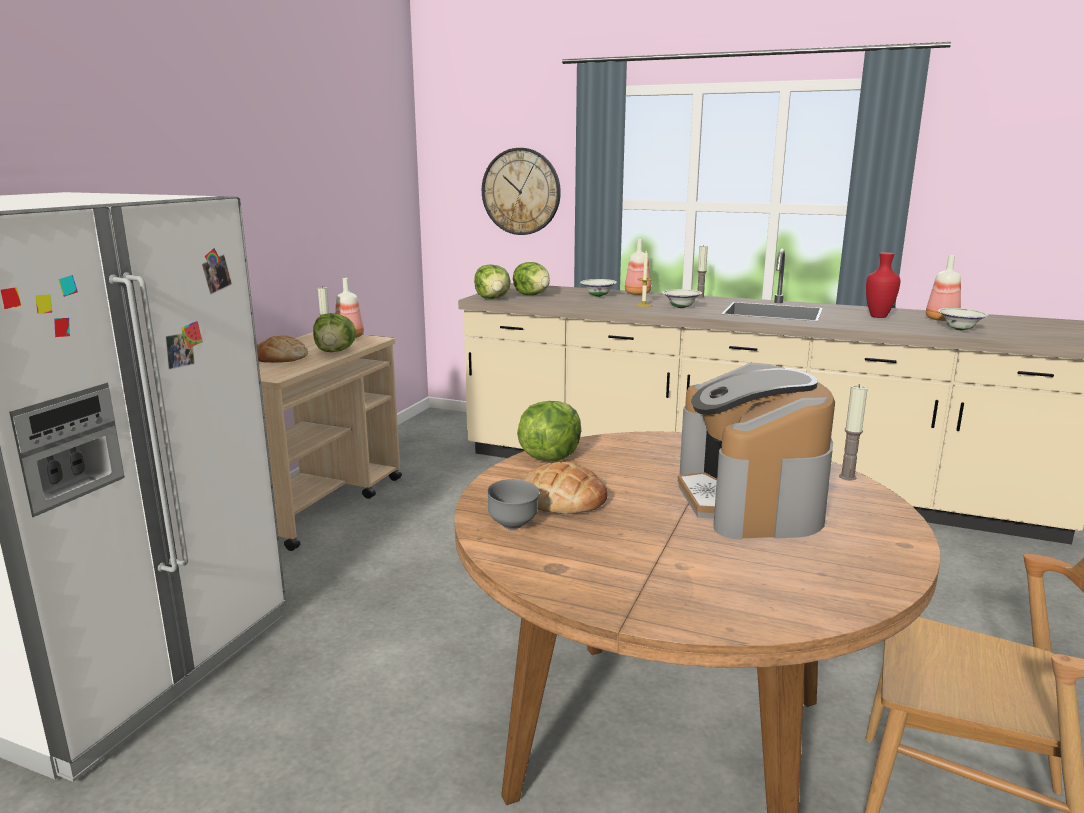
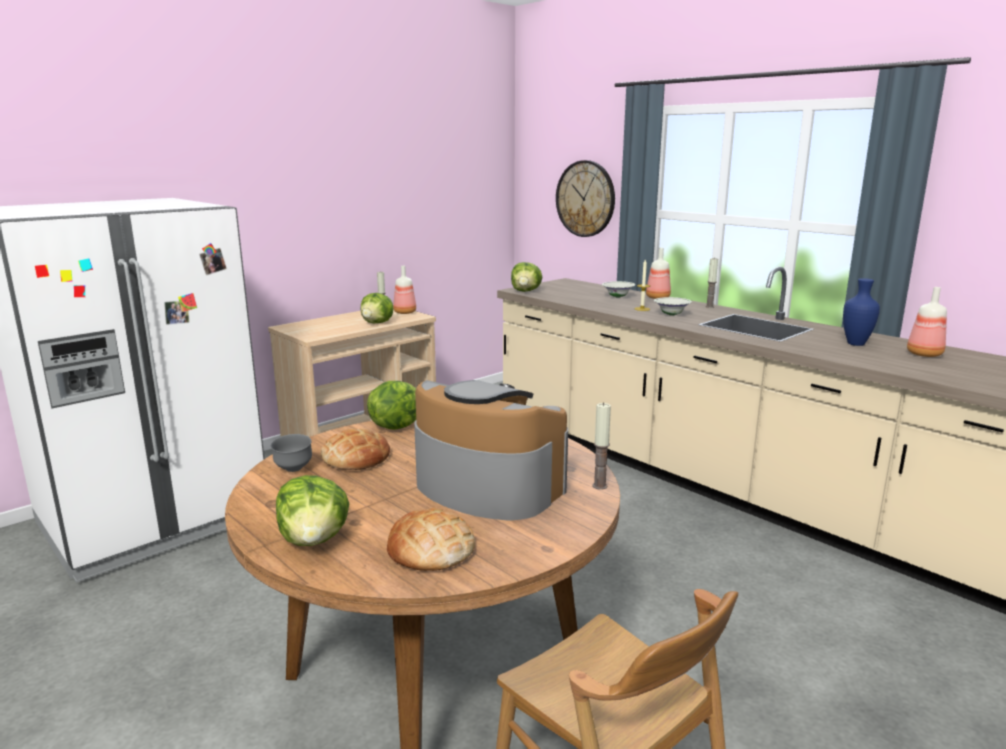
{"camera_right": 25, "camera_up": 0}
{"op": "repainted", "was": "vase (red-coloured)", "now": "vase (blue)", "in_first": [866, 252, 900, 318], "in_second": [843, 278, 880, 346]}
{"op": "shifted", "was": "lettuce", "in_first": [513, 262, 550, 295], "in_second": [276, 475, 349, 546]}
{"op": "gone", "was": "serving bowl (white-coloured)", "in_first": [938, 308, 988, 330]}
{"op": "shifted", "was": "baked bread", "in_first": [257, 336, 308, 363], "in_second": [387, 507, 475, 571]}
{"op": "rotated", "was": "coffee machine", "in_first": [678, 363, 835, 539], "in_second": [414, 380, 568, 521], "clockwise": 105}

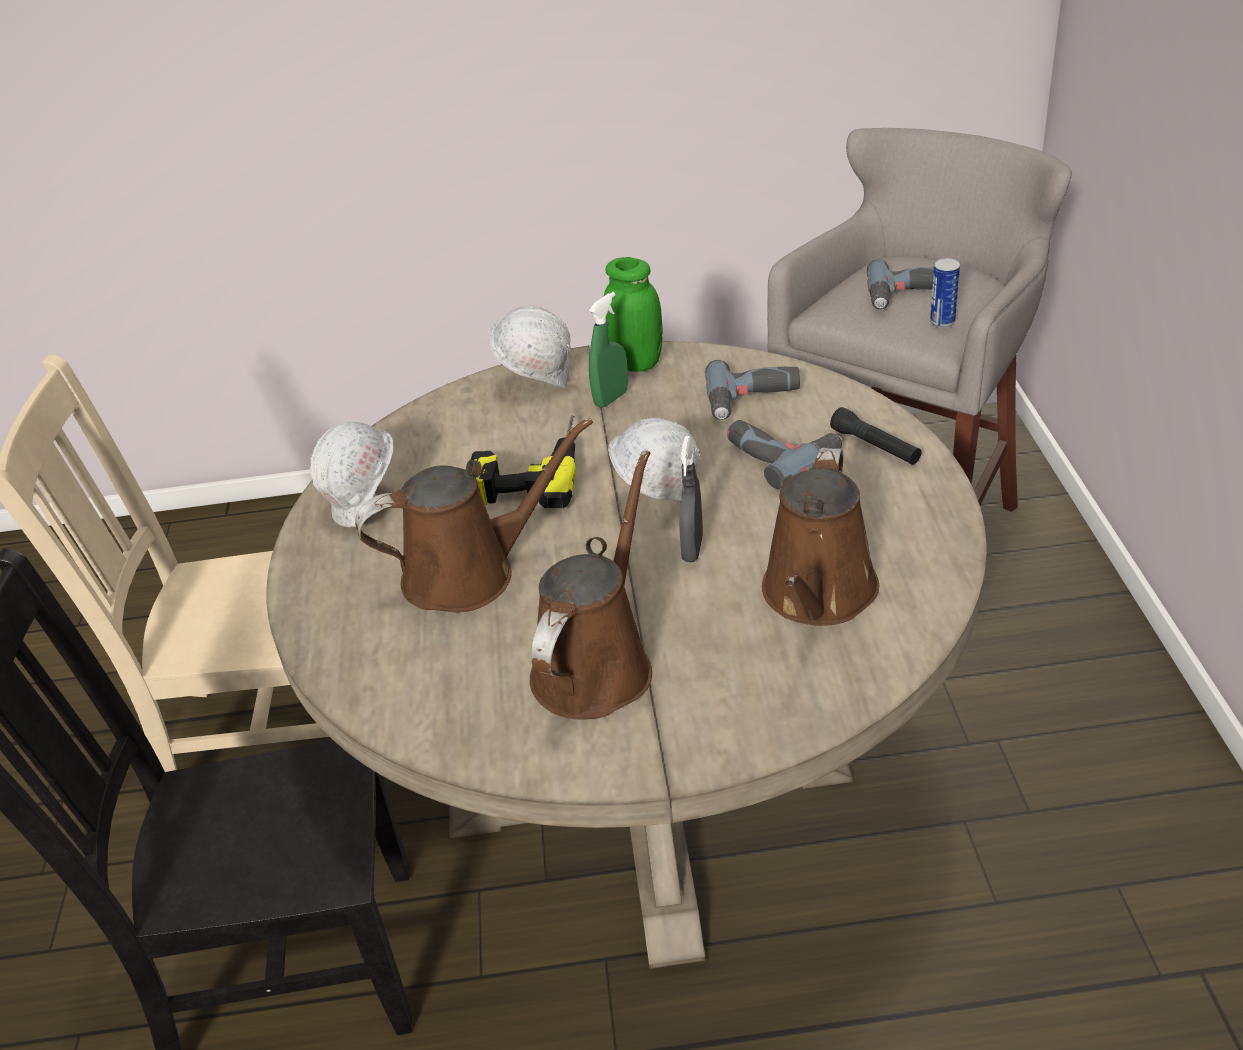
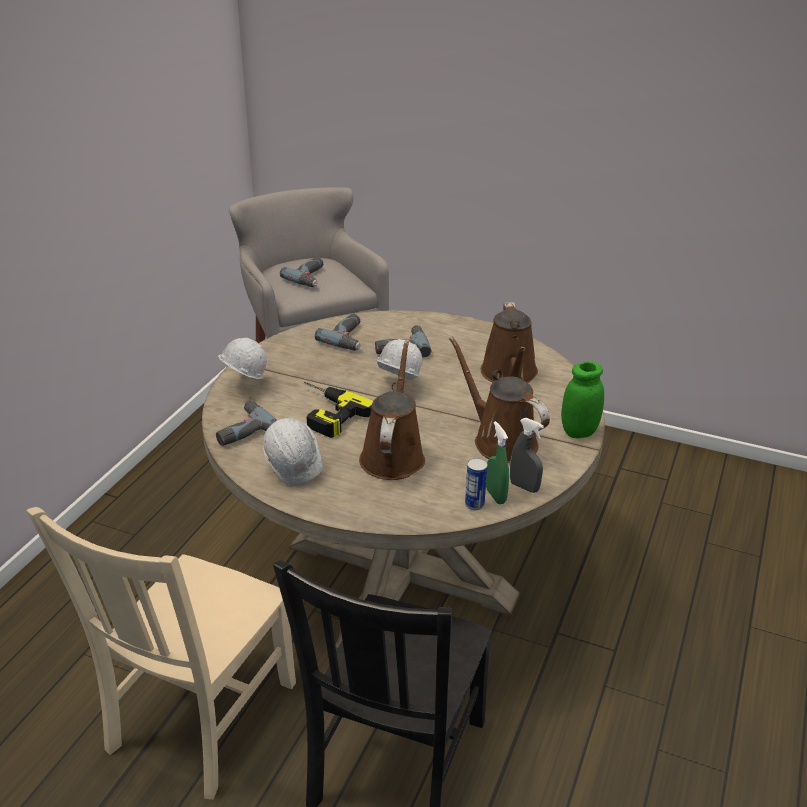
{"camera_right": -65, "camera_up": -5}
{"op": "shifted", "was": "jar (green-coloured)", "in_first": [604, 257, 663, 372], "in_second": [561, 362, 604, 438]}
{"op": "shifted", "was": "metal can", "in_first": [930, 258, 960, 328], "in_second": [465, 458, 487, 510]}
{"op": "shifted", "was": "spray bottle (green-coloured)", "in_first": [589, 292, 628, 408], "in_second": [486, 421, 509, 504]}
{"op": "gone", "was": "hand torch (blackish)", "in_first": [830, 407, 921, 465]}
{"op": "shifted", "was": "spray bottle (grey)", "in_first": [679, 436, 703, 562], "in_second": [510, 418, 544, 493]}
{"op": "rotated", "was": "watering pot (brown)", "in_first": [762, 448, 879, 626], "in_second": [481, 302, 538, 383], "clockwise": 45}
{"op": "new", "now": "power drill", "in_second": [216, 400, 277, 446]}

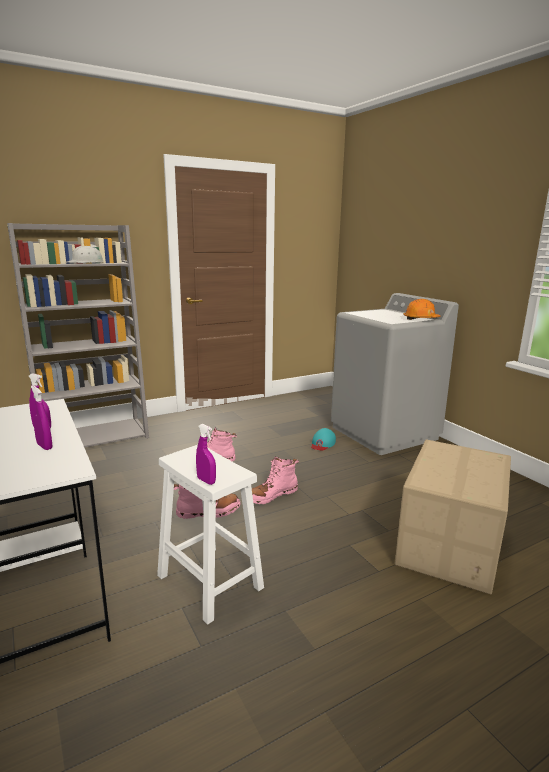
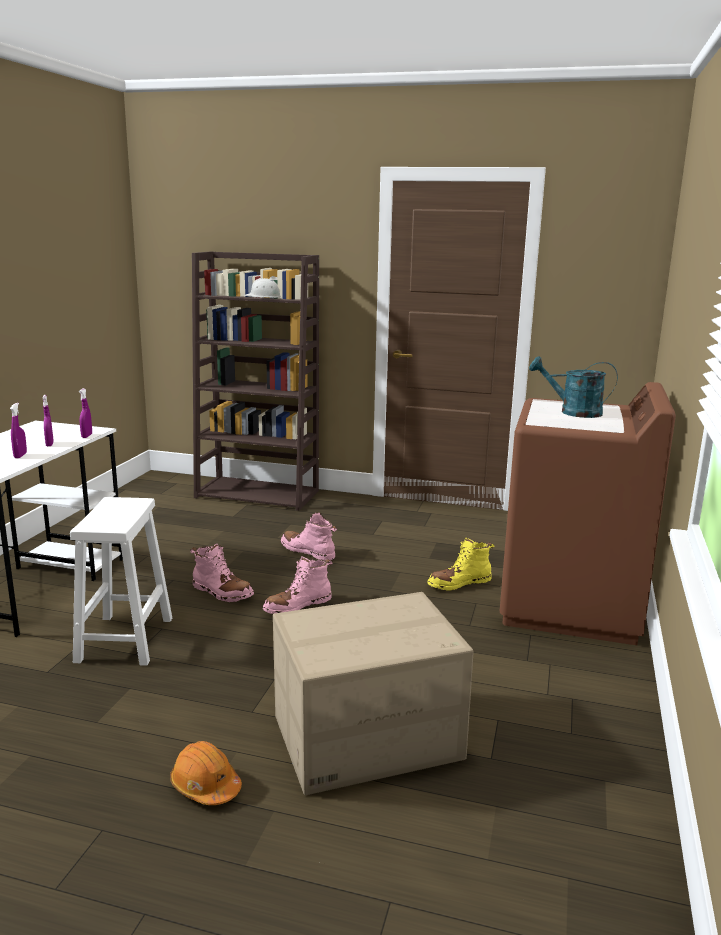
{"camera_right": 45, "camera_up": 0}
{"op": "repainted", "was": "shelving unit (grey)", "now": "shelving unit (brown)", "in_first": [7, 223, 149, 448], "in_second": [192, 251, 319, 511]}
{"op": "repainted", "was": "washing machine (grey)", "now": "washing machine (brown)", "in_first": [331, 293, 459, 455], "in_second": [500, 382, 676, 645]}
{"op": "shifted", "was": "safety helmet (orangey)", "in_first": [403, 299, 441, 320], "in_second": [170, 741, 242, 805]}
{"op": "shifted", "was": "spray bottle (purplish)", "in_first": [196, 424, 216, 485], "in_second": [79, 388, 92, 438]}
{"op": "swapped", "was": "cap (blue-green)", "now": "high-top boot (yellow)", "in_first": [311, 428, 336, 450], "in_second": [427, 537, 494, 591]}
{"op": "rotated", "was": "high-top boot (pink)", "in_first": [252, 457, 299, 504], "in_second": [263, 556, 333, 614], "clockwise": -45}
{"op": "new", "now": "watering pot (blue-green)", "in_second": [529, 356, 618, 418]}

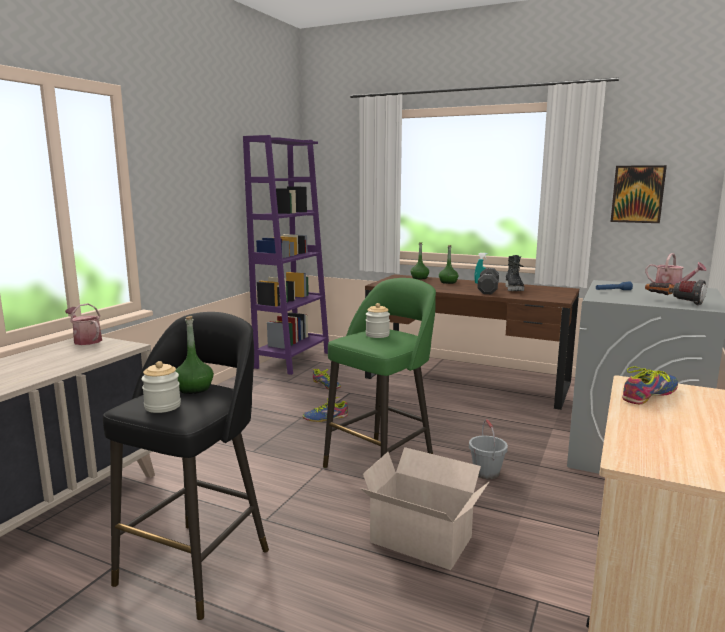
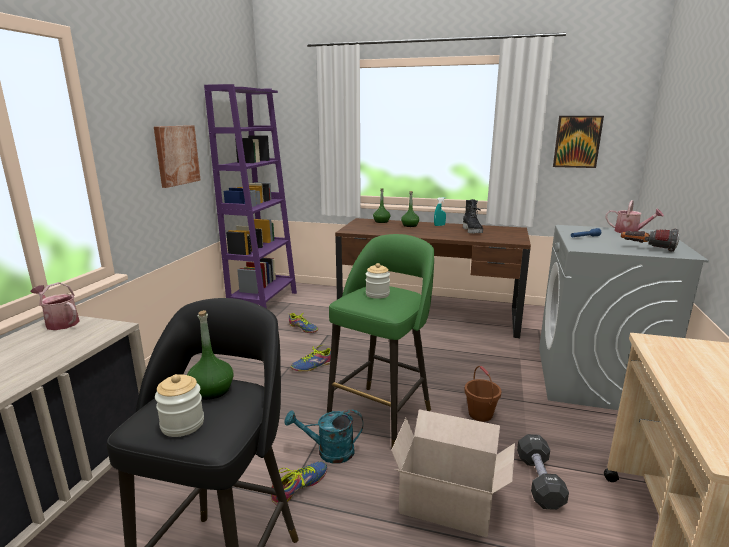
{"camera_right": -10, "camera_up": 5}
{"op": "shifted", "was": "free weight (blackish)", "in_first": [477, 268, 499, 294], "in_second": [517, 434, 569, 510]}
{"op": "shifted", "was": "shoe", "in_first": [622, 366, 678, 404], "in_second": [271, 461, 328, 505]}
{"op": "repainted", "was": "water bucket (grey)", "now": "water bucket (brown)", "in_first": [469, 419, 508, 479], "in_second": [464, 366, 502, 422]}
{"op": "new", "now": "wall art", "in_second": [154, 125, 201, 188]}
{"op": "new", "now": "watering pot (blue-green)", "in_second": [285, 410, 363, 464]}

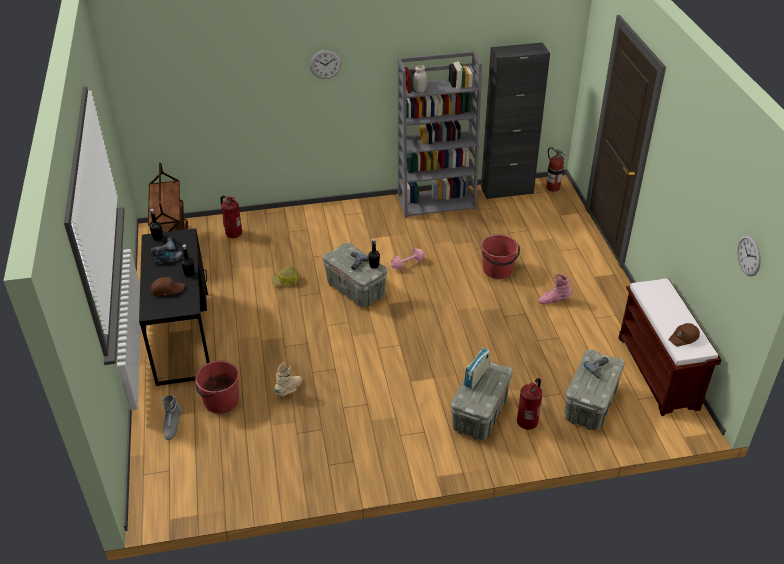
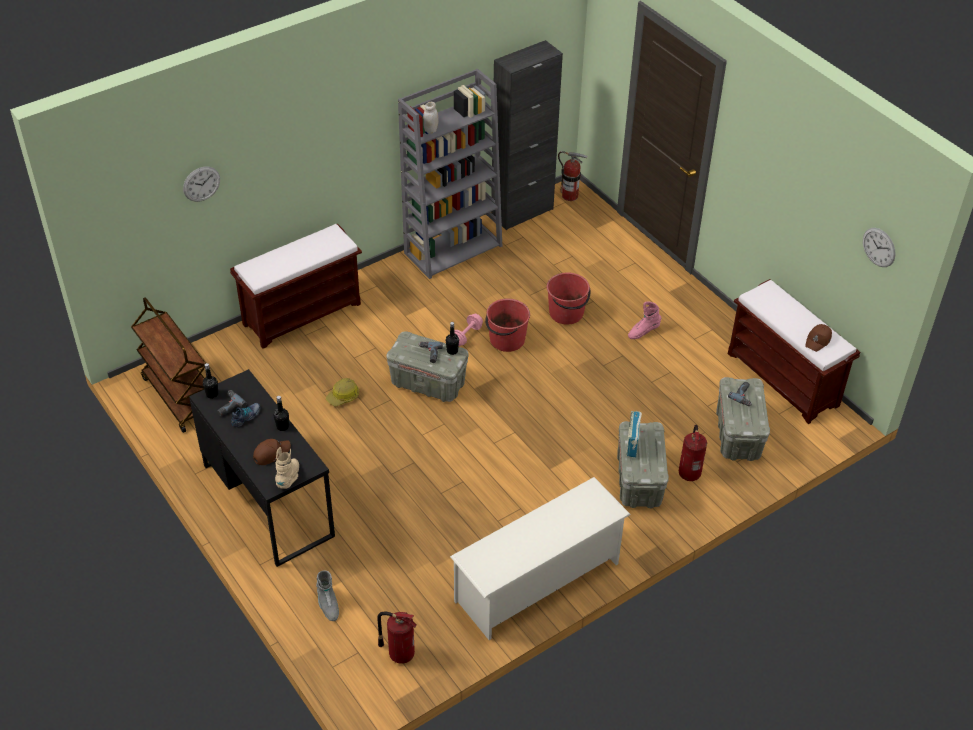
{"camera_right": -25, "camera_up": 5}
{"op": "shifted", "was": "hanging clock", "in_first": [310, 50, 341, 79], "in_second": [183, 167, 220, 202]}
{"op": "shifted", "was": "extinguisher", "in_first": [220, 196, 242, 238], "in_second": [377, 612, 417, 664]}
{"op": "shifted", "was": "water bucket (red-coloured)", "in_first": [195, 360, 239, 414], "in_second": [485, 299, 530, 352]}
{"op": "shifted", "was": "high-top boot (beige)", "in_first": [274, 362, 302, 396], "in_second": [275, 447, 299, 489]}
{"op": "new", "now": "indoor bench (brown)", "in_second": [230, 224, 362, 349]}
{"op": "new", "now": "shoe stand (white-coloured)", "in_second": [450, 477, 631, 640]}

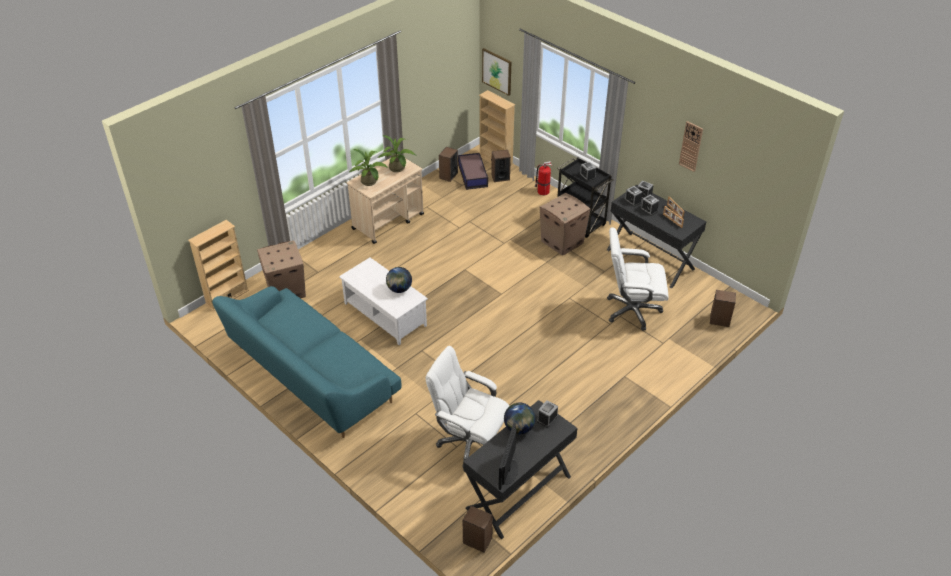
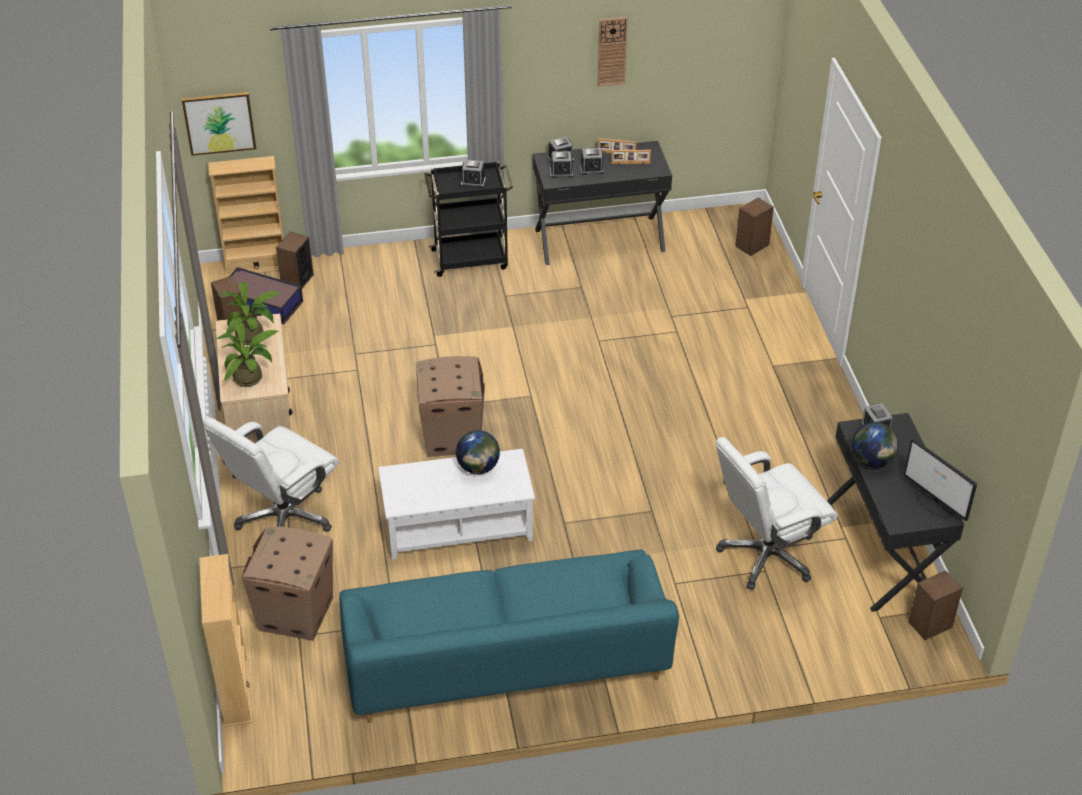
{"camera_right": -55, "camera_up": 0}
{"op": "gone", "was": "extinguisher", "in_first": [535, 161, 552, 195]}
{"op": "shifted", "was": "cardboard box", "in_first": [540, 193, 591, 256], "in_second": [416, 356, 485, 457]}
{"op": "shifted", "was": "computer chair (white-coloured)", "in_first": [607, 227, 669, 331], "in_second": [203, 417, 339, 532]}

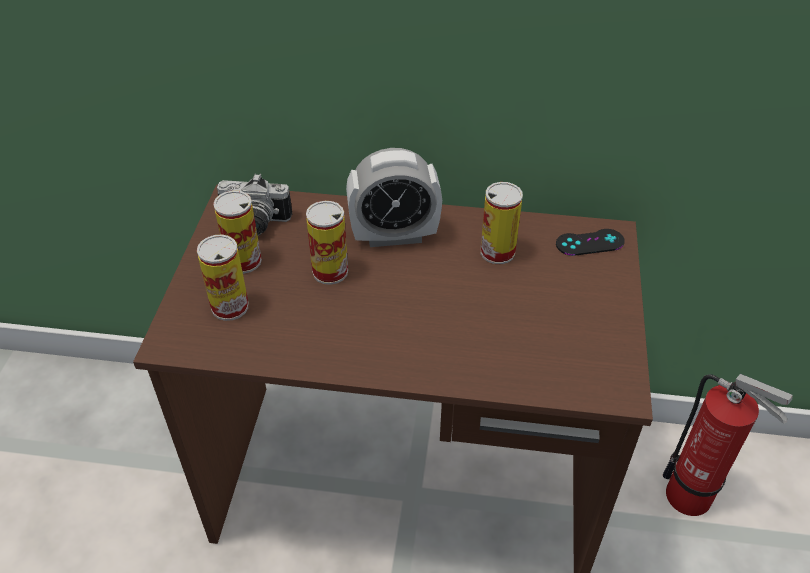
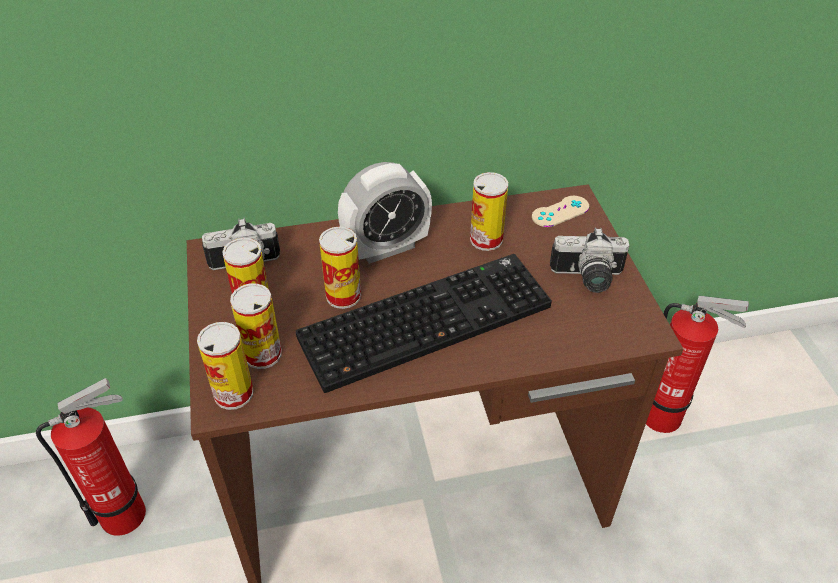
{"camera_right": -20, "camera_up": 0}
{"op": "repainted", "was": "gamepad (blackish)", "now": "gamepad (beige)", "in_first": [556, 229, 625, 256], "in_second": [532, 196, 589, 227]}
{"op": "new", "now": "still camera", "in_second": [550, 228, 629, 293]}
{"op": "new", "now": "computer keyboard", "in_second": [296, 254, 552, 393]}
{"op": "new", "now": "metal can", "in_second": [197, 322, 254, 410]}
{"op": "new", "now": "extinguisher", "in_second": [36, 378, 146, 536]}

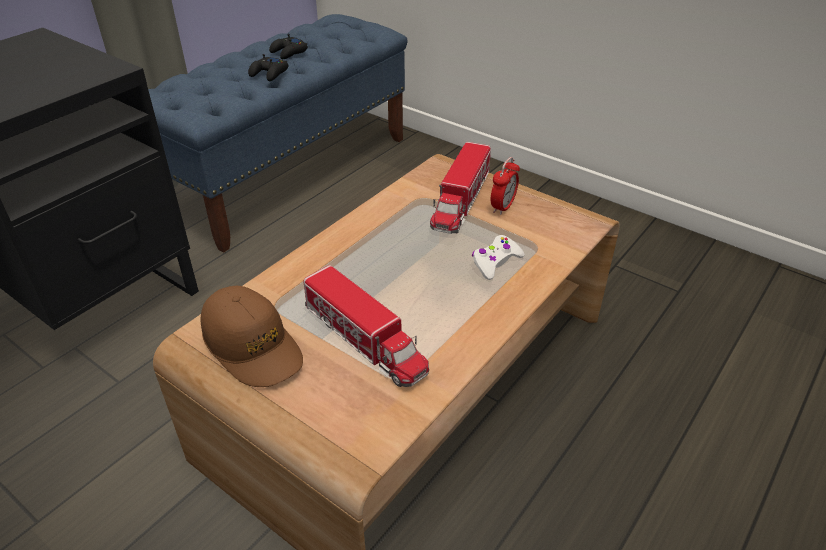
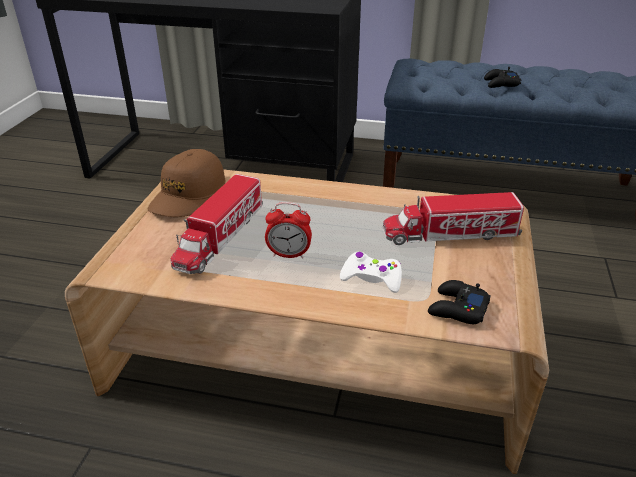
{"camera_right": 65, "camera_up": -5}
{"op": "shifted", "was": "gamepad (blackish)", "in_first": [269, 34, 308, 59], "in_second": [428, 280, 491, 324]}
{"op": "shifted", "was": "bedside clock", "in_first": [491, 157, 520, 215], "in_second": [265, 202, 312, 258]}

